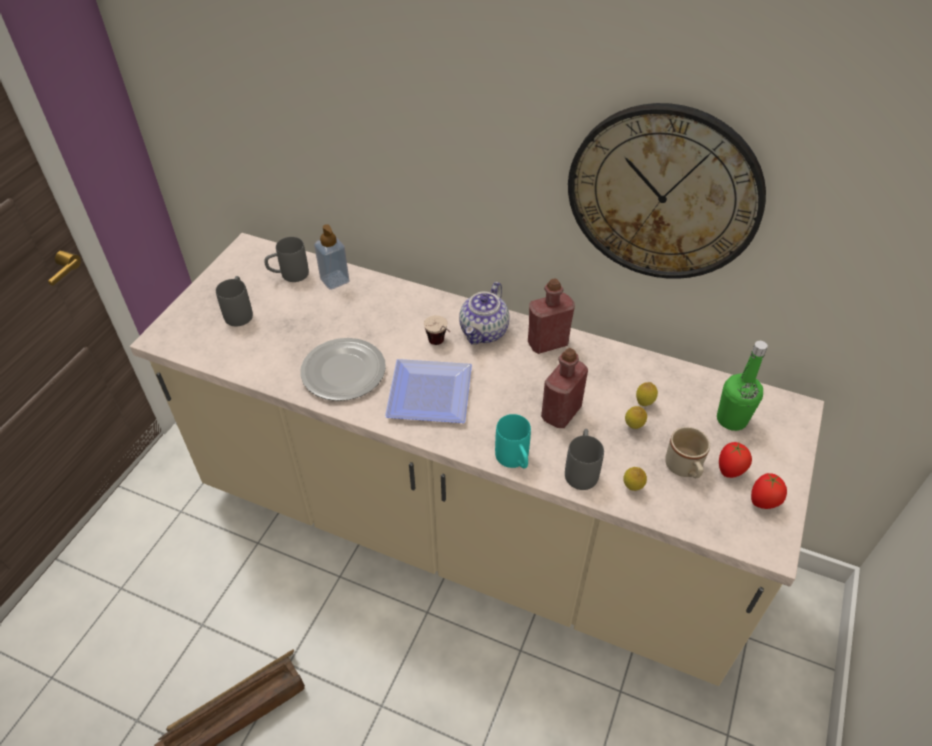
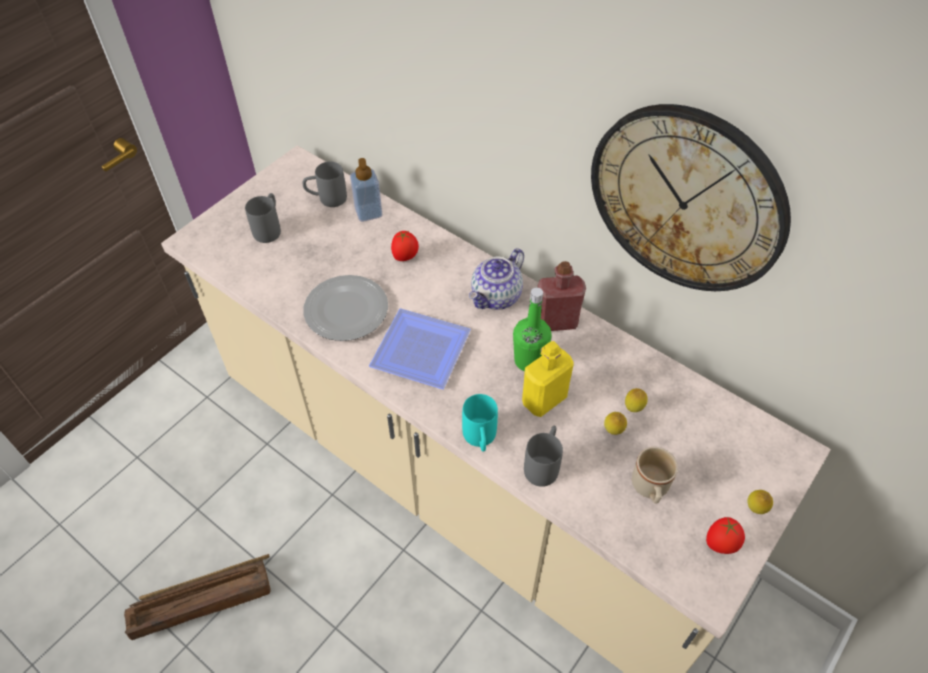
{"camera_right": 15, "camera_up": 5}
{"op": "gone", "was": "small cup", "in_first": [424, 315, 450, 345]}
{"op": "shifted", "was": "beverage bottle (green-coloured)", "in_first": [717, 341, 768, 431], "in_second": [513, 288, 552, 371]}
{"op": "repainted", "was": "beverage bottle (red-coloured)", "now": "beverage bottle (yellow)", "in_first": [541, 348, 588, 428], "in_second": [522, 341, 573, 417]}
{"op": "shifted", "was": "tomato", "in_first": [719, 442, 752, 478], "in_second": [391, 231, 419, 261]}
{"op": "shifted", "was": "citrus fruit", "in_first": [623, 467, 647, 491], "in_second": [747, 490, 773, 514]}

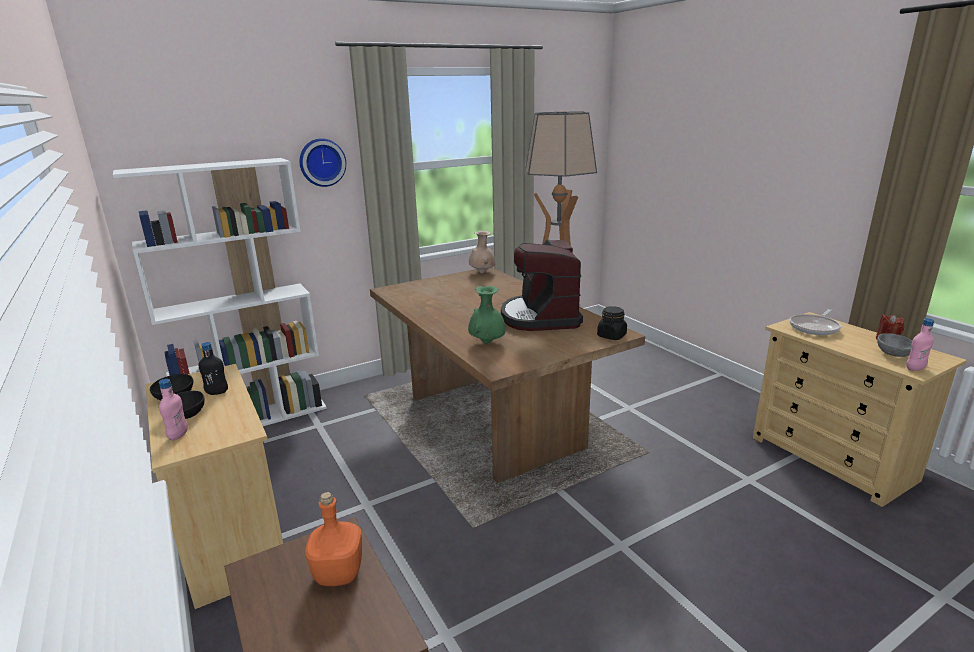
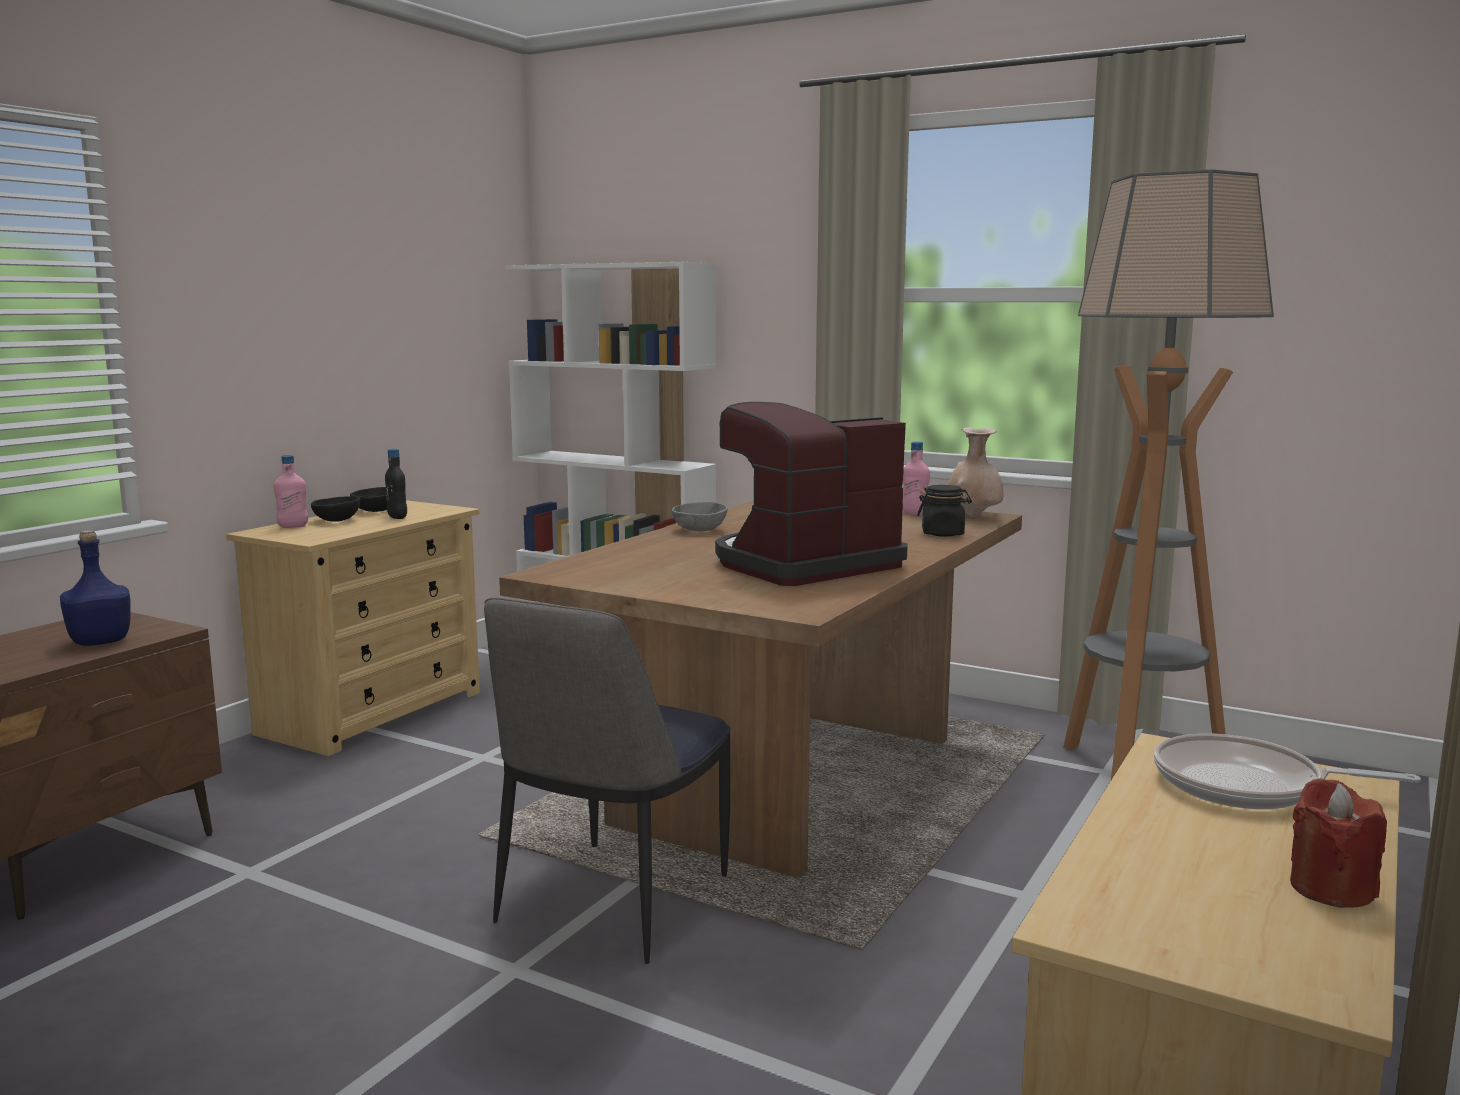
{"camera_right": 60, "camera_up": -10}
{"op": "gone", "was": "hanging clock", "in_first": [300, 138, 346, 187]}
{"op": "gone", "was": "vase (green-coloured)", "in_first": [468, 286, 505, 344]}
{"op": "shifted", "was": "jar (blackish)", "in_first": [597, 306, 627, 340], "in_second": [917, 485, 972, 537]}
{"op": "shifted", "was": "beverage bottle (pink)", "in_first": [906, 318, 934, 371], "in_second": [903, 441, 930, 516]}
{"op": "shifted", "was": "serving bowl (grey)", "in_first": [877, 333, 912, 357], "in_second": [672, 502, 728, 531]}
{"op": "repainted", "was": "beverage bottle (orangey)", "now": "beverage bottle (blue)", "in_first": [305, 492, 362, 586], "in_second": [60, 530, 131, 646]}
{"op": "new", "now": "upright chair", "in_second": [484, 597, 730, 964]}

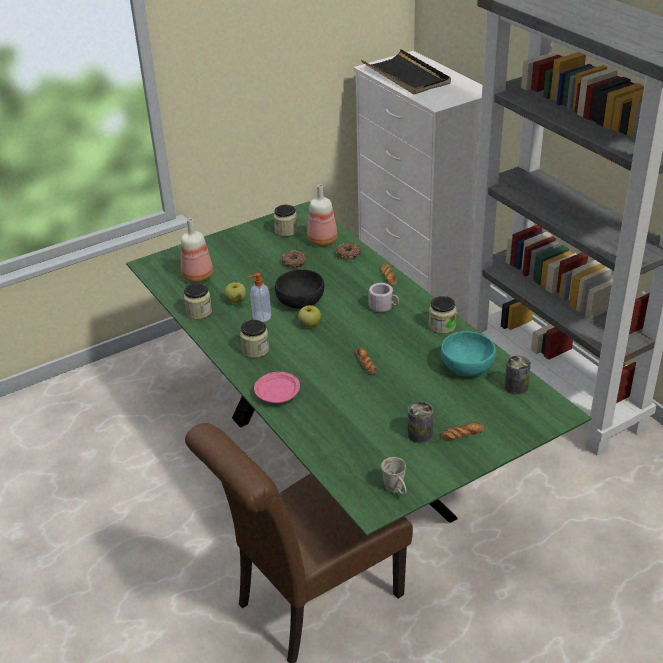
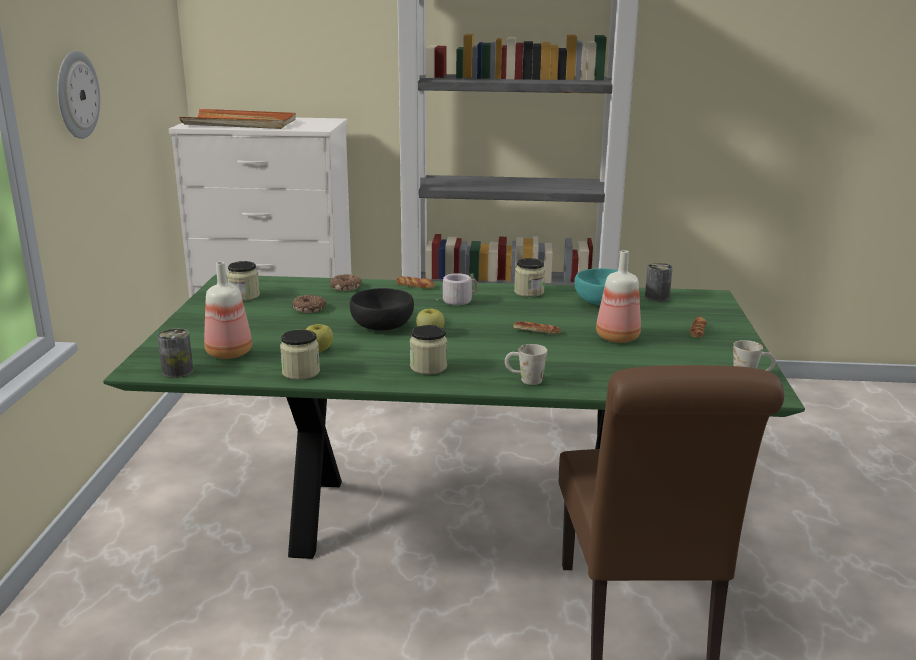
{"camera_right": -55, "camera_up": -15}
{"op": "repainted", "was": "tray (blackish)", "now": "tray (orangey)", "in_first": [361, 49, 451, 94], "in_second": [179, 109, 296, 129]}
{"op": "shifted", "was": "beverage bottle", "in_first": [307, 184, 338, 246], "in_second": [596, 250, 641, 343]}
{"op": "gone", "was": "soap bottle", "in_first": [247, 273, 271, 322]}
{"op": "swapped", "was": "dinner plate (pink)", "now": "mug (white-coloured)", "in_first": [254, 372, 300, 403], "in_second": [505, 344, 547, 385]}
{"op": "shifted", "was": "metal can", "in_first": [408, 402, 433, 443], "in_second": [157, 329, 193, 378]}
{"op": "new", "now": "hanging clock", "in_second": [57, 51, 100, 139]}

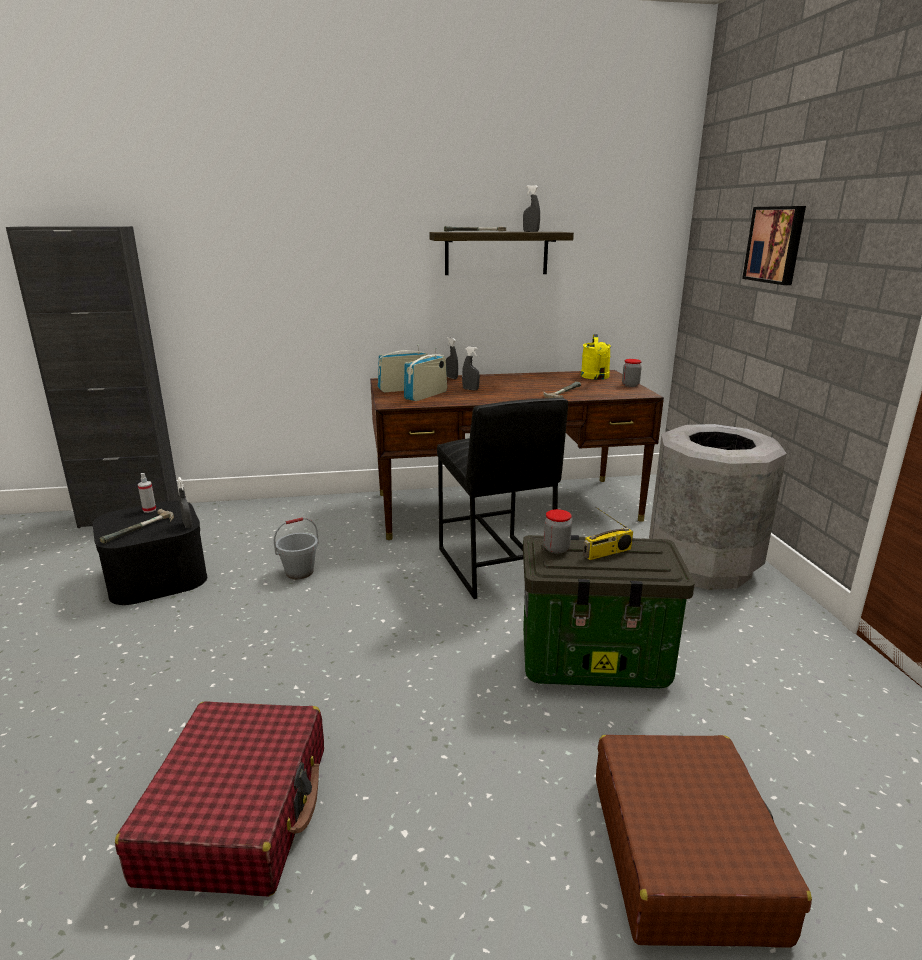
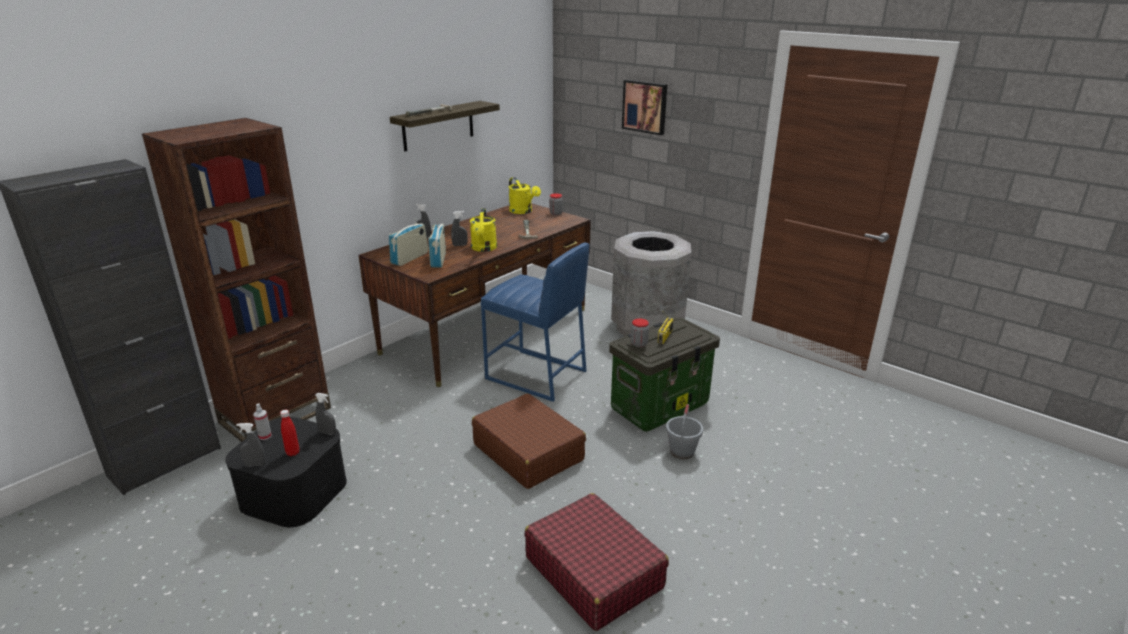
{"camera_right": -40, "camera_up": 5}
{"op": "shifted", "was": "spray bottle (grey)", "in_first": [523, 185, 540, 232], "in_second": [236, 423, 265, 466]}
{"op": "repainted", "was": "stool seat (blackish)", "now": "stool seat (blue)", "in_first": [437, 398, 568, 599], "in_second": [481, 243, 589, 402]}
{"op": "swapped", "was": "tool hammer", "now": "beverage bottle (red-coloured)", "in_first": [100, 509, 174, 544], "in_second": [280, 410, 300, 456]}
{"op": "shifted", "was": "water bucket (grey)", "in_first": [274, 517, 319, 579], "in_second": [666, 404, 703, 459]}
{"op": "shifted", "was": "piece of luggage (brown)", "in_first": [596, 735, 812, 947], "in_second": [472, 394, 586, 489]}
{"op": "new", "now": "shelving unit (brown)", "in_second": [142, 118, 331, 442]}
{"op": "new", "now": "watering pot (yellow)", "in_second": [470, 208, 497, 252]}

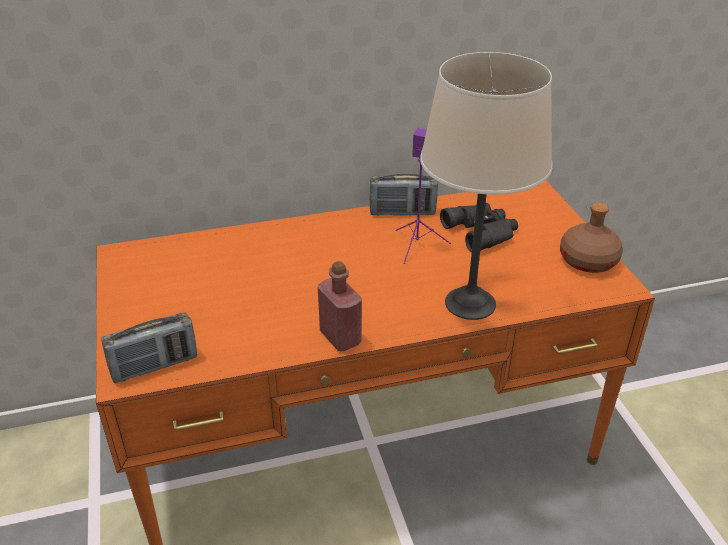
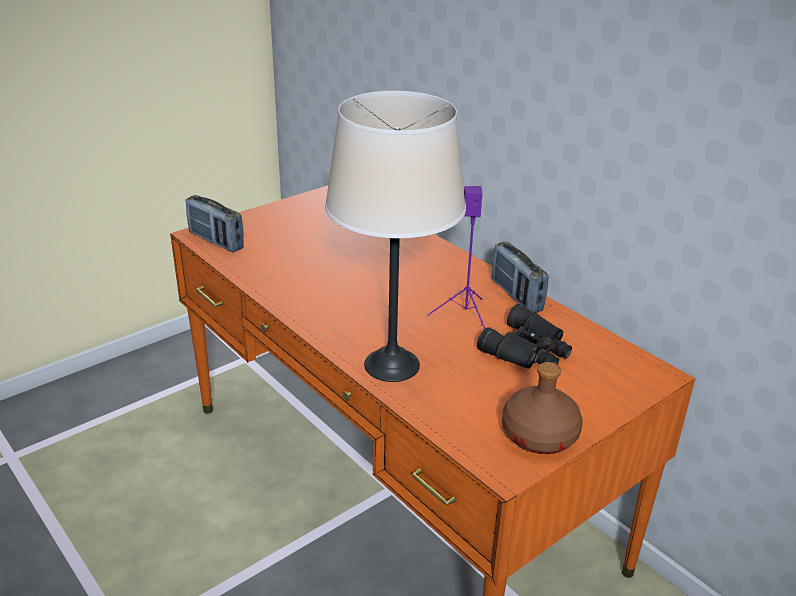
{"camera_right": 65, "camera_up": -5}
{"op": "gone", "was": "beverage bottle (red-coloured)", "in_first": [318, 261, 362, 351]}

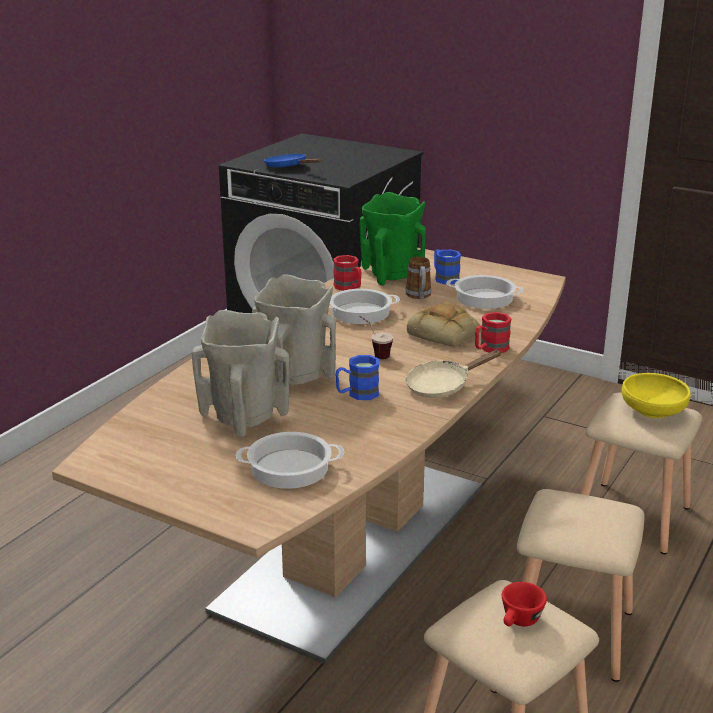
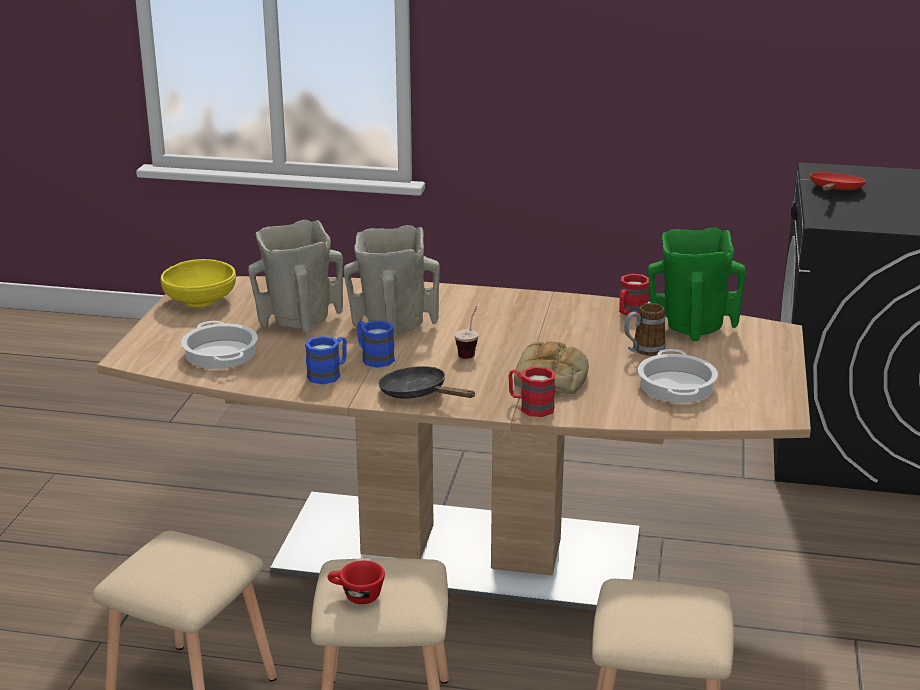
{"camera_right": 70, "camera_up": 0}
{"op": "repainted", "was": "skillet (blue)", "now": "skillet (red-coloured)", "in_first": [264, 154, 321, 167], "in_second": [810, 172, 867, 191]}
{"op": "shifted", "was": "mug (blue)", "in_first": [434, 249, 461, 285], "in_second": [305, 336, 347, 384]}
{"op": "gone", "was": "stockpot", "in_first": [329, 289, 400, 324]}
{"op": "repainted", "was": "skillet (beige)", "now": "skillet (blackish)", "in_first": [406, 350, 502, 398], "in_second": [378, 366, 475, 399]}
{"op": "shifted", "was": "serving bowl (yellow)", "in_first": [621, 373, 691, 418], "in_second": [161, 259, 236, 307]}
{"op": "shifted", "was": "small cup (red-coloured)", "in_first": [502, 582, 547, 627], "in_second": [328, 560, 385, 604]}

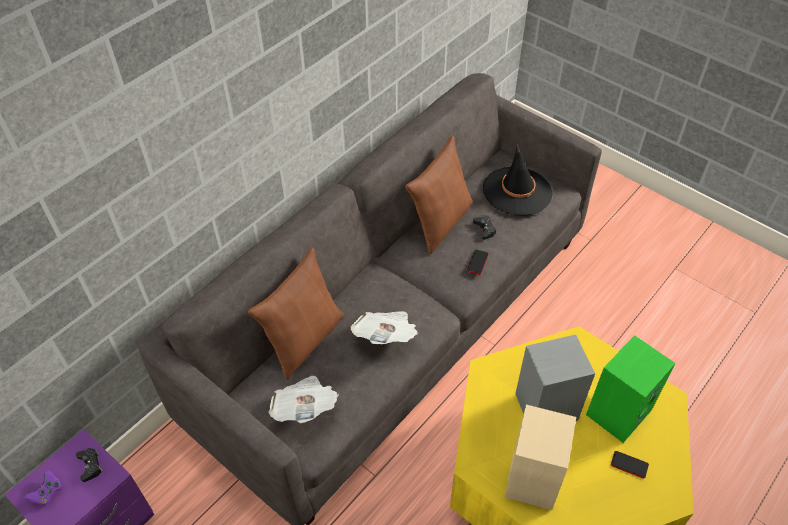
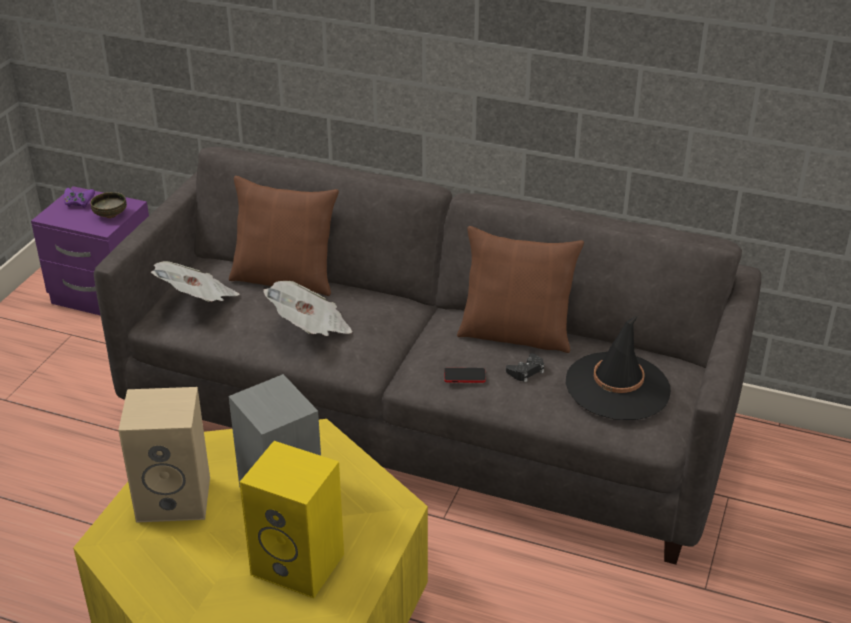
{"camera_right": 70, "camera_up": -15}
{"op": "repainted", "was": "audio speaker (green-coloured)", "now": "audio speaker (yellow)", "in_first": [586, 335, 675, 443], "in_second": [240, 441, 344, 598]}
{"op": "swapped", "was": "gamepad (blackish)", "now": "serving bowl", "in_first": [76, 448, 103, 482], "in_second": [90, 192, 127, 218]}
{"op": "gone", "was": "phone", "in_first": [611, 451, 649, 478]}

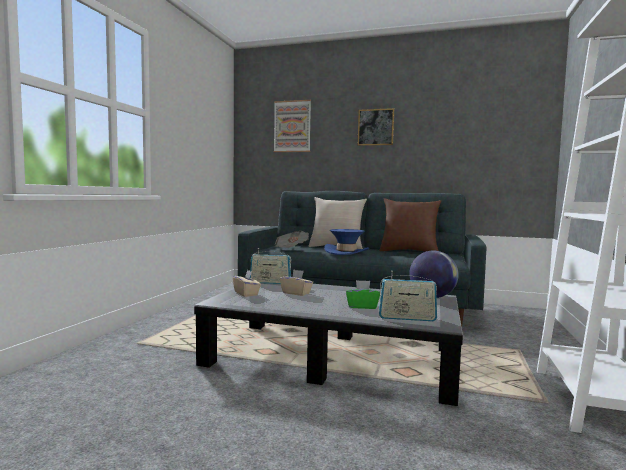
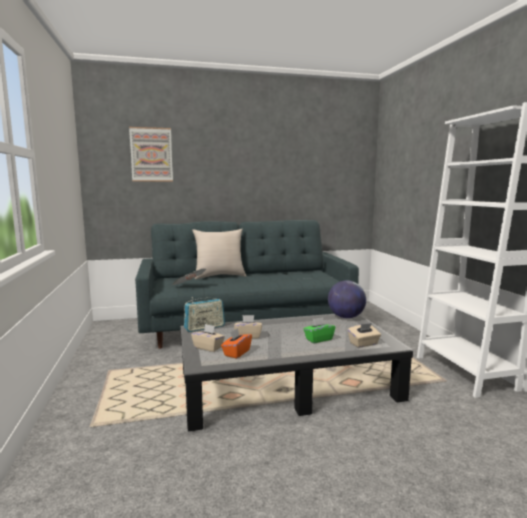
{"camera_right": -30, "camera_up": 5}
{"op": "gone", "was": "wall art", "in_first": [358, 108, 394, 146]}
{"op": "gone", "was": "cushion (brown)", "in_first": [379, 198, 442, 252]}
{"op": "gone", "was": "hat (blue)", "in_first": [324, 229, 369, 255]}
{"op": "swapped", "was": "radio set", "now": "tissue box (beige)", "in_first": [379, 271, 437, 321], "in_second": [348, 323, 381, 348]}
{"op": "new", "now": "tissue box (orangey)", "in_second": [221, 328, 252, 358]}

